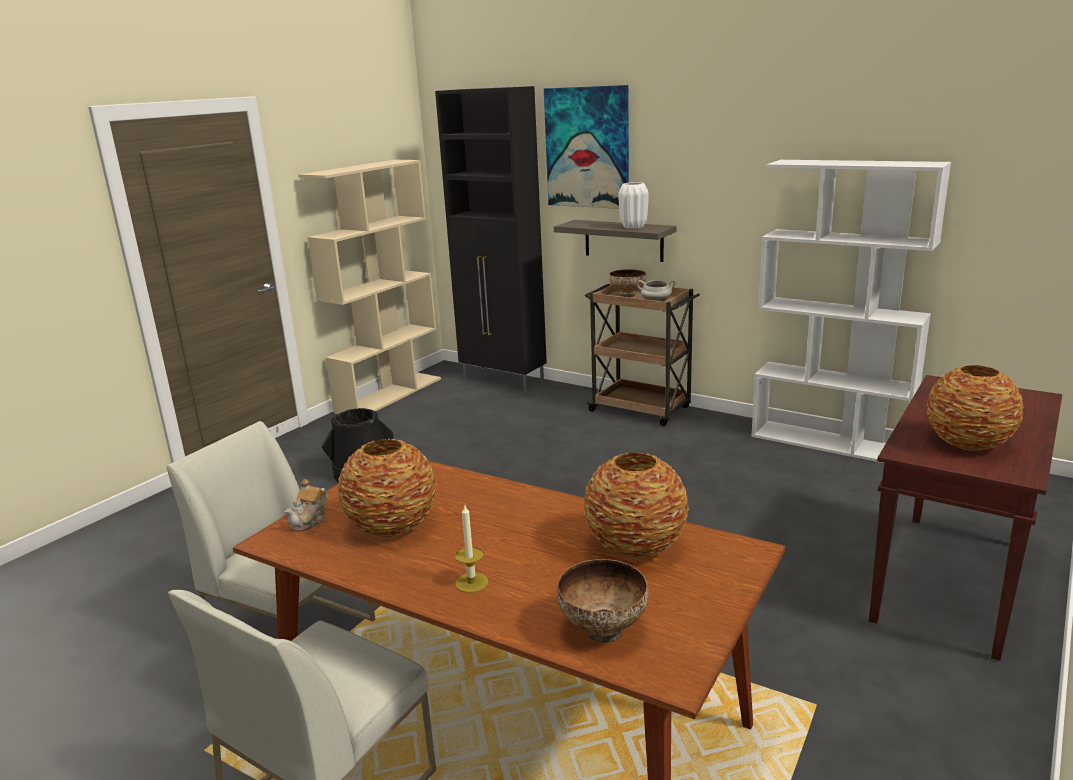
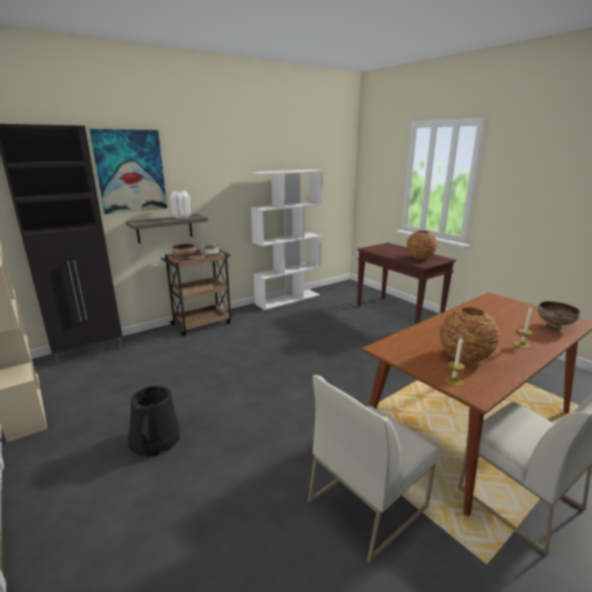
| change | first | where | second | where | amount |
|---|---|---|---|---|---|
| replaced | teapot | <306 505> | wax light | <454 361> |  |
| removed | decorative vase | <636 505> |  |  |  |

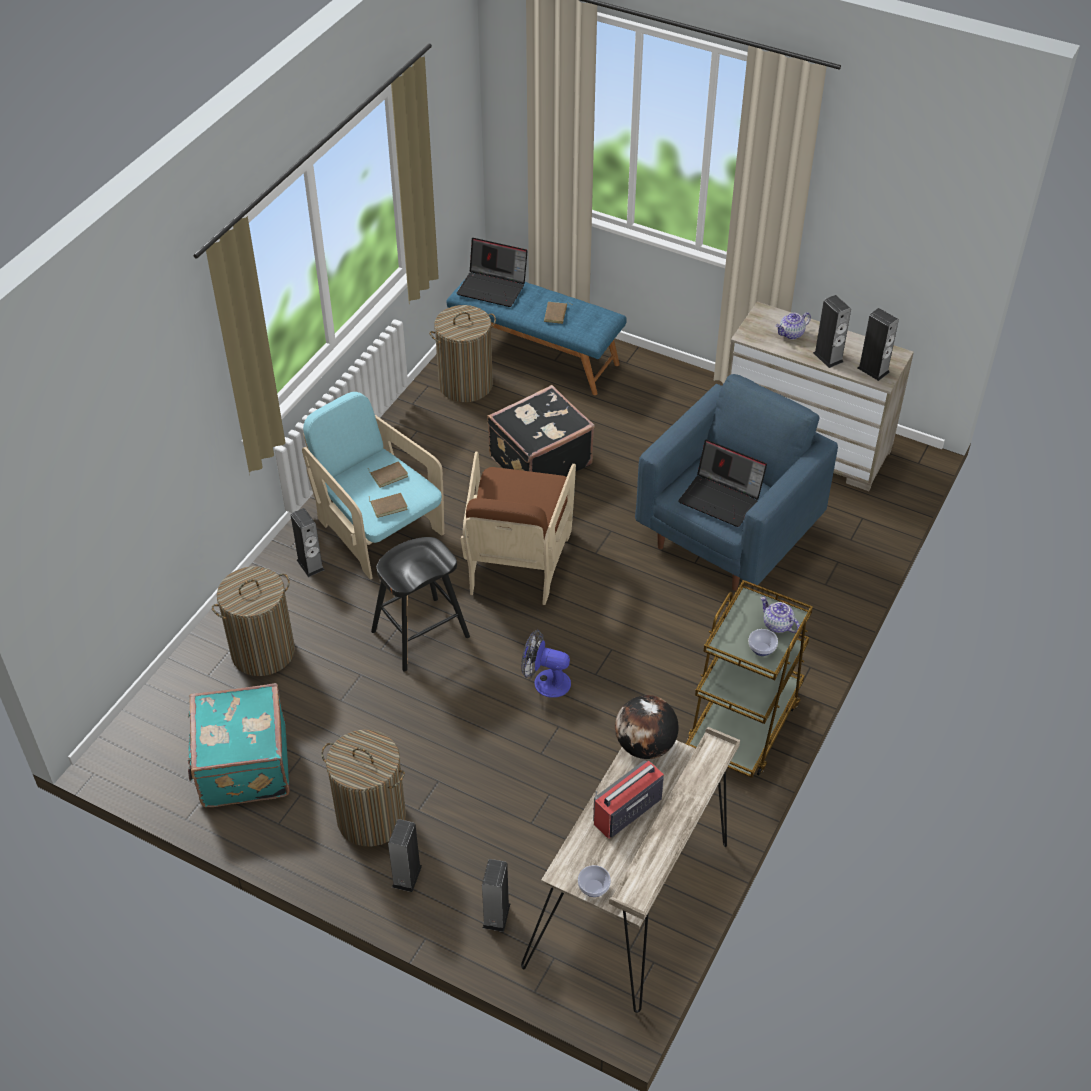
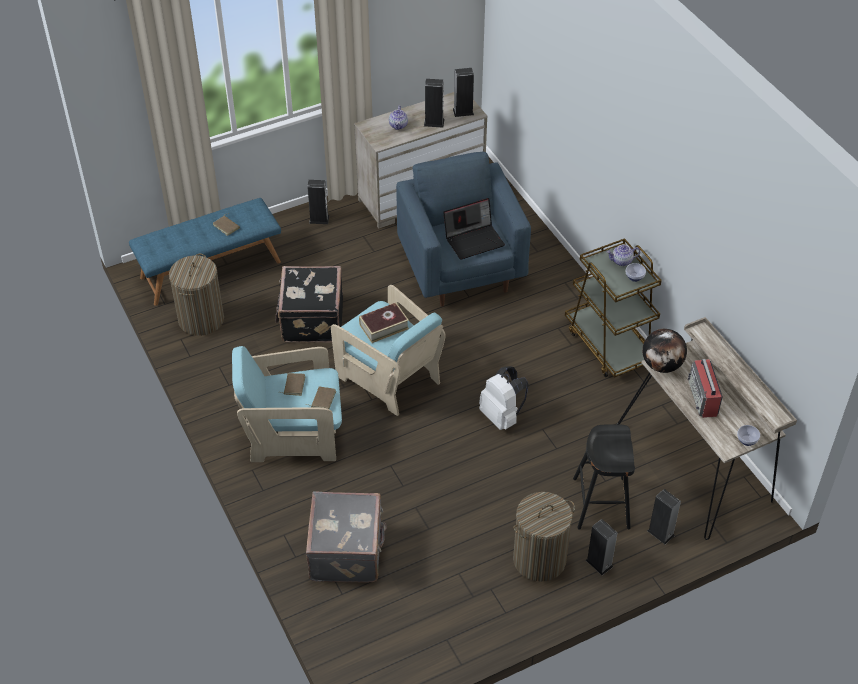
| change | first | where | second | where | amount |
|---|---|---|---|---|---|
| replaced | washing basket | <253 621> | greyish travel case | <346 536> |  |
| moved | loudspeaker | <307 542> |  | <318 202> |  |
| recoloured | brown easy chair | <518 528> | blue-green easy chair | <388 350> |  |
| added |  |  | book | <384 323> |  |
| replaced | fan | <546 664> | white rucksack | <504 398> |  |
| moved | black-coloured stool | <420 604> |  | <604 476> |  |
| removed | blue-green travel case | <238 745> |  |  |  |
| removed | notebook computer | <491 272> |  |  |  |

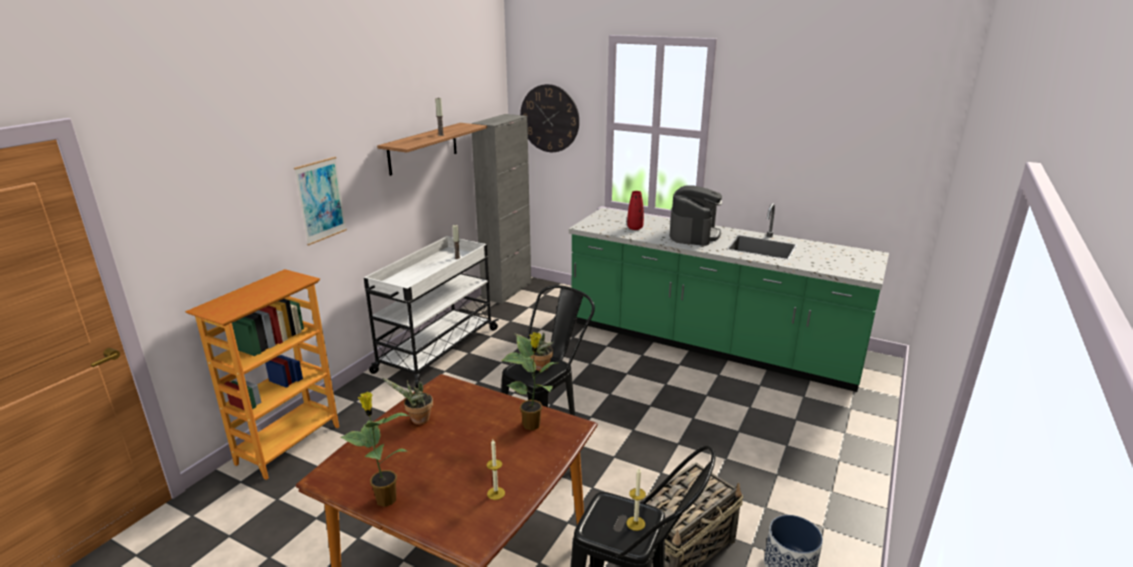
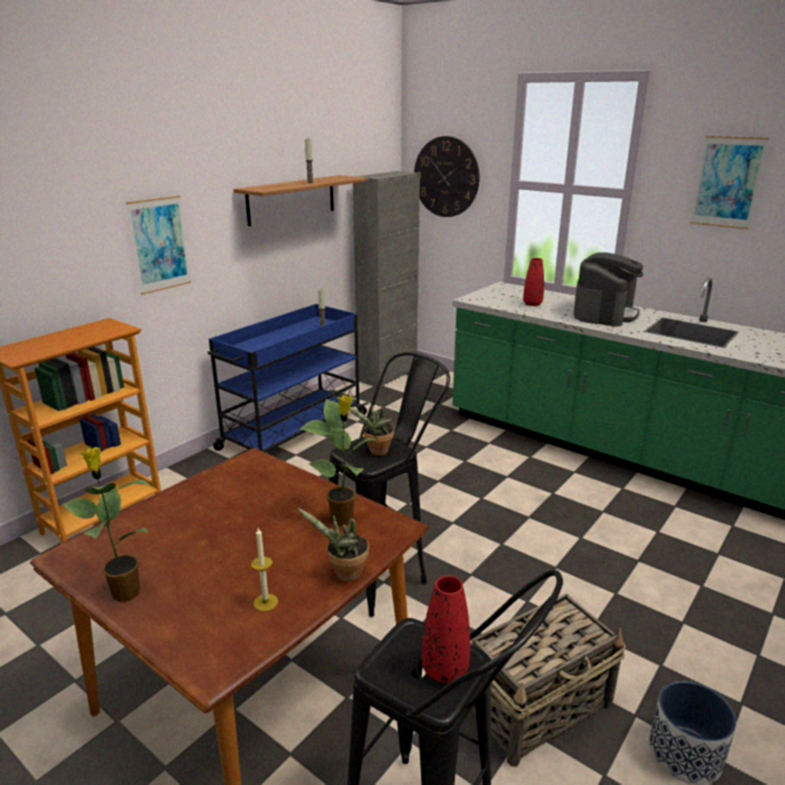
| change | first | where | second | where | amount |
|---|---|---|---|---|---|
| recoloured | white wheeled cart | <431 312> | blue-coloured wheeled cart | <288 378> |  |
| moved | houseplant | <407 401> |  | <333 545> |  |
| replaced | wax light | <636 500> | red-coloured decorative vase | <446 629> |  |
| added |  |  | wall picture | <729 182> |  |

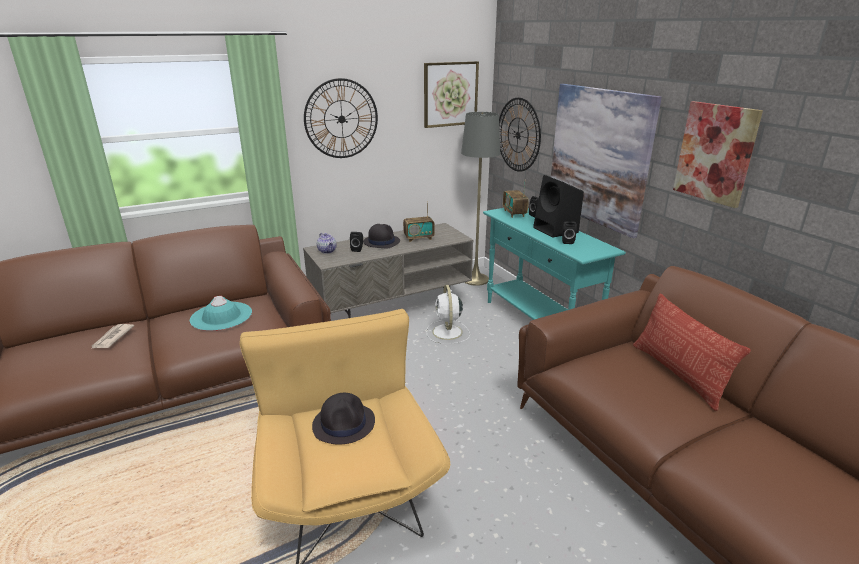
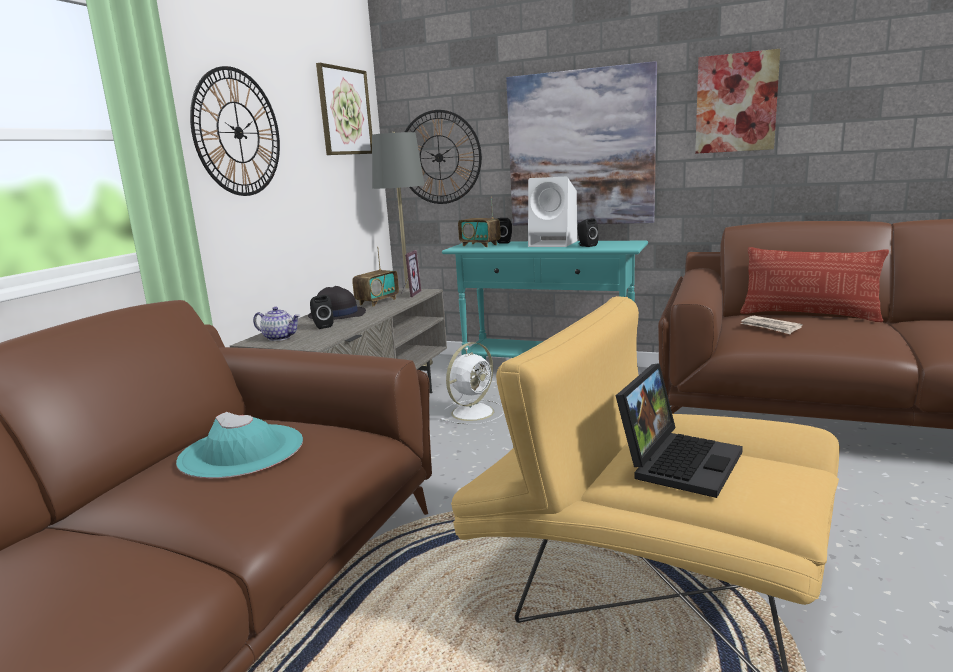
| change | first | where | second | where | amount |
|---|---|---|---|---|---|
| added |  |  | picture frame | <411 273> |  |
| turned | white fan | <448 314> |  | <472 383> | 90 degrees counterclockwise |
| recoloured | black-coloured loudspeaker | <558 206> | white loudspeaker | <552 212> |  |
| replaced | black-coloured hat | <343 419> | notebook computer | <679 430> |  |
| moved | newspaper | <112 336> |  | <772 325> |  |

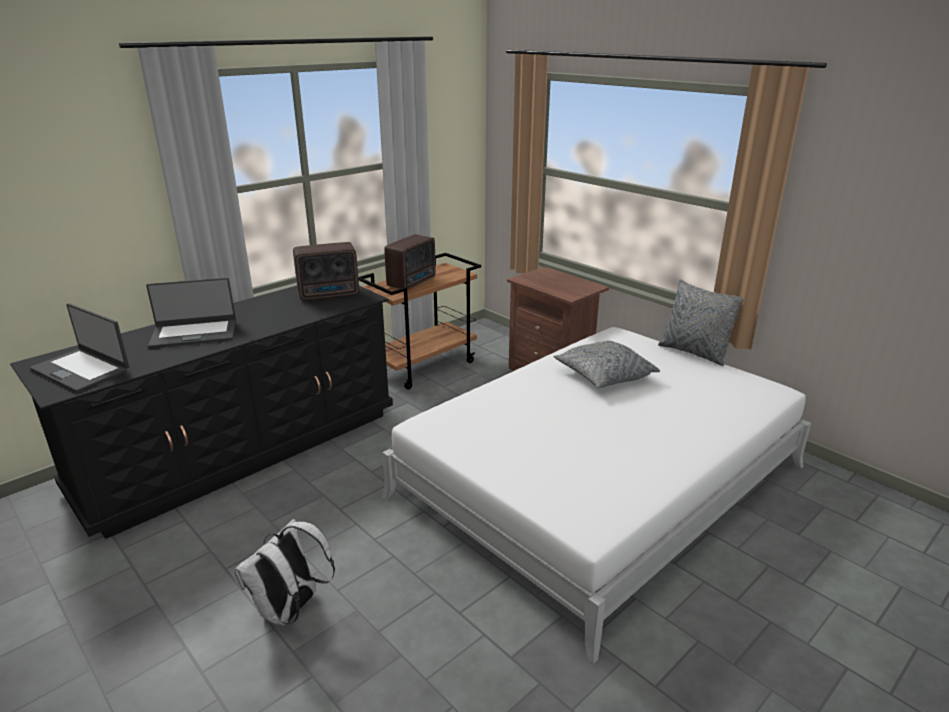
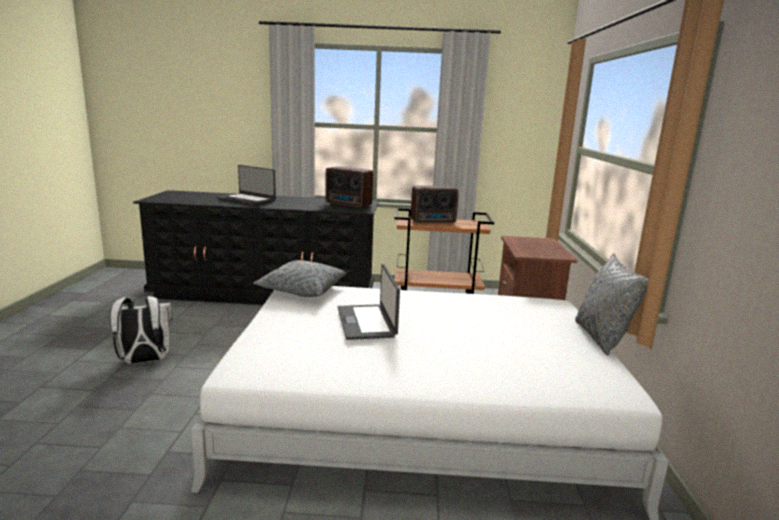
| change | first | where | second | where | amount |
|---|---|---|---|---|---|
| moved | greyish pillow | <606 364> |  | <299 278> |  |
| moved | notebook computer | <79 348> |  | <369 302> |  |

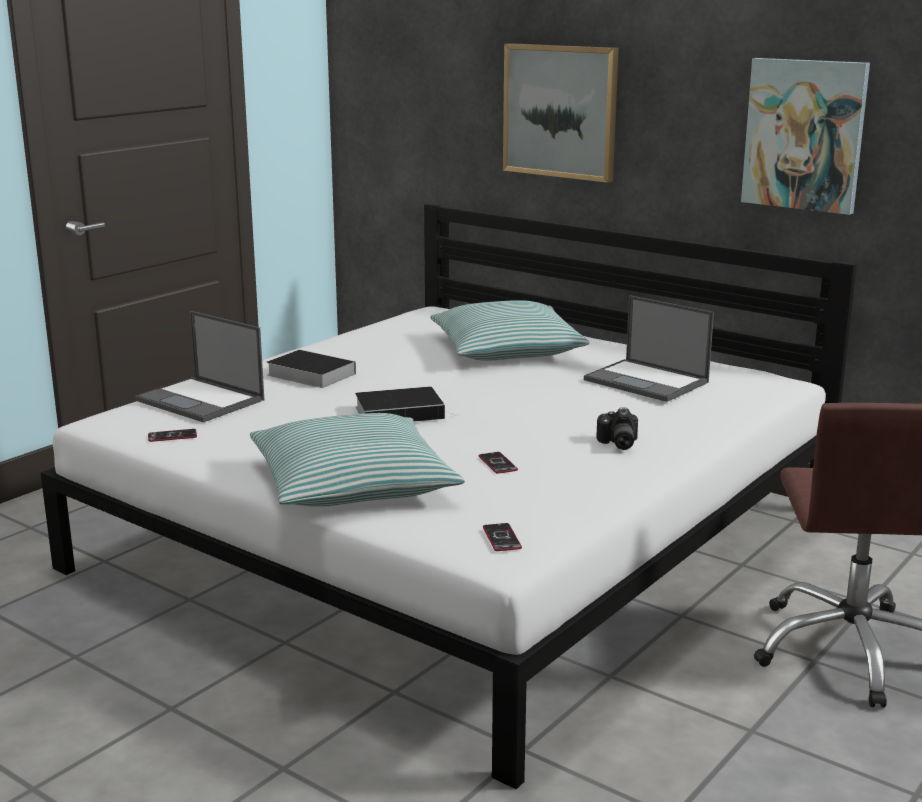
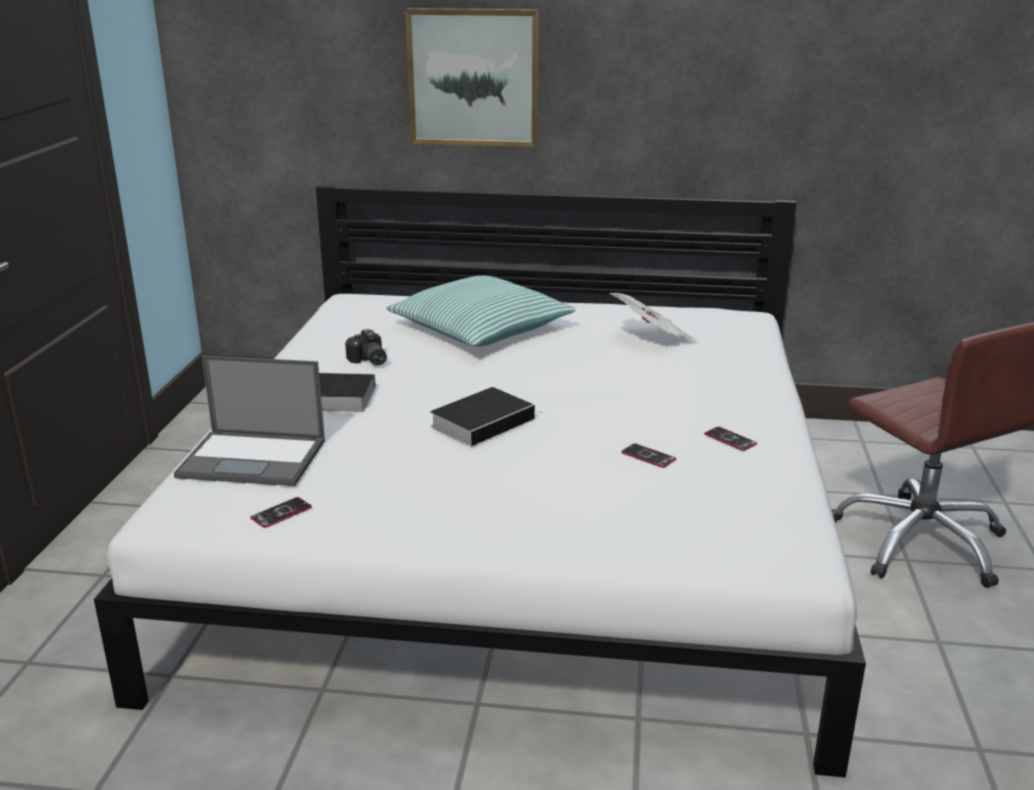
| change | first | where | second | where | amount |
|---|---|---|---|---|---|
| moved | photo camera | <617 428> |  | <366 347> |  |
| replaced | notebook computer | <649 348> | newspaper | <653 316> |  |
| moved | handset | <502 537> |  | <730 439> |  |
| removed | pillow | <357 460> |  |  |  |
| removed | wall picture | <805 136> |  |  |  |

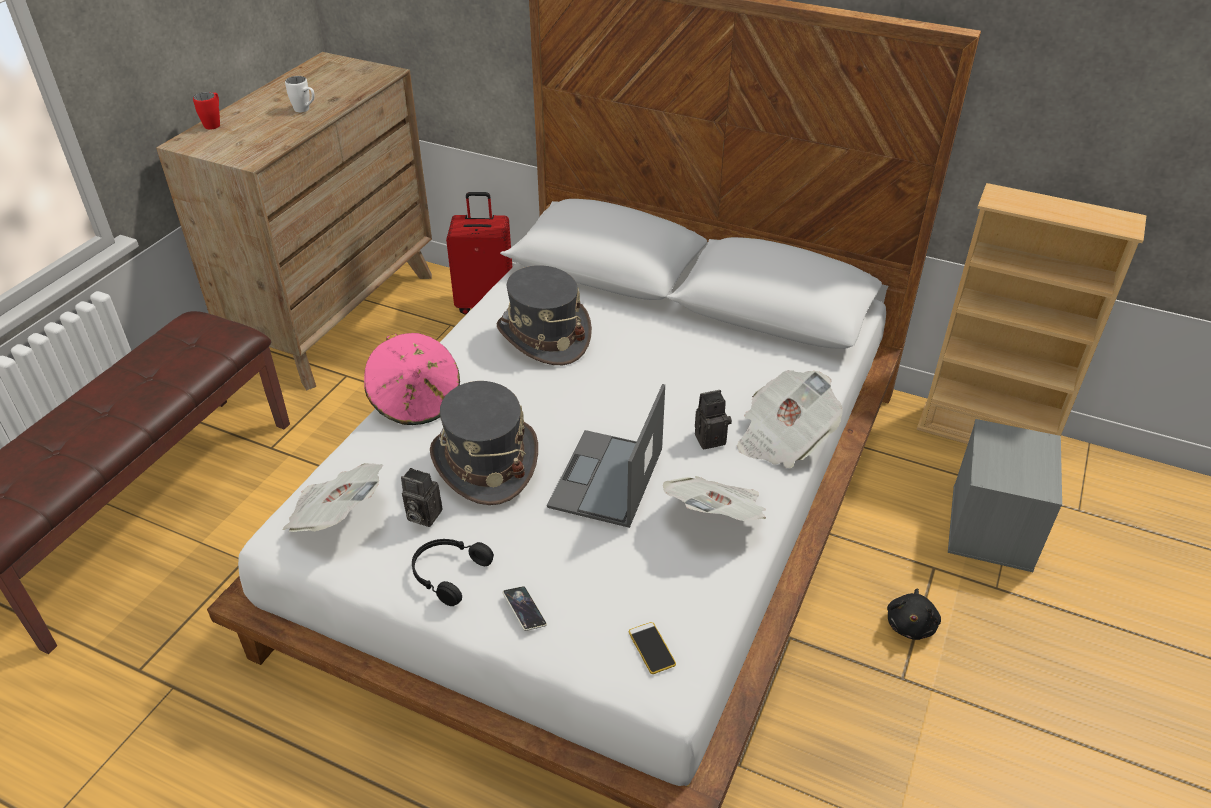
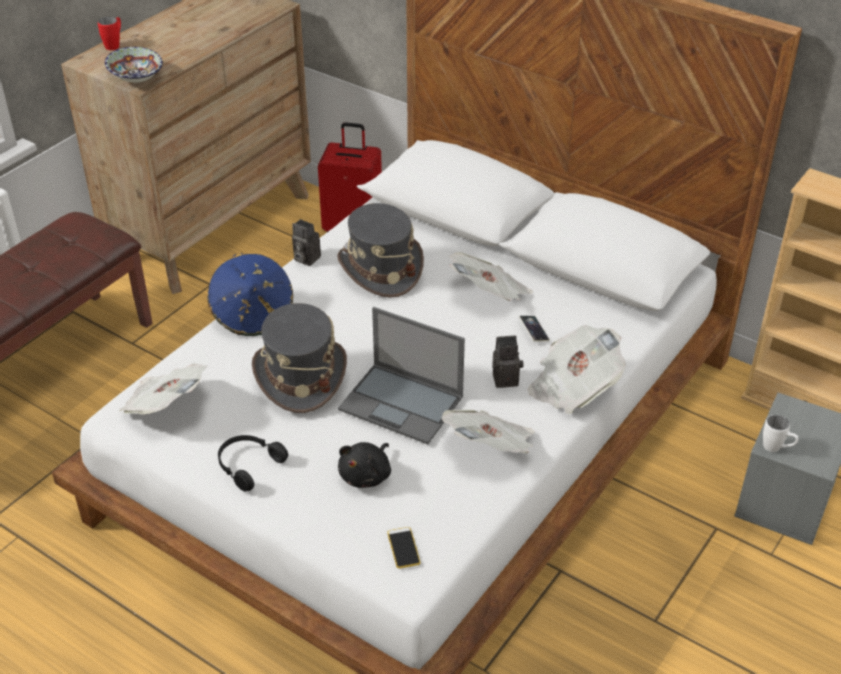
| change | first | where | second | where | amount |
|---|---|---|---|---|---|
| added |  |  | bowl | <134 65> |  |
| recoloured | pink hat | <412 379> | blue-coloured hat | <250 294> |  |
| moved | photo camera | <421 497> |  | <306 242> |  |
| turned | notebook computer | <606 456> |  | <401 375> | 90 degrees counterclockwise |
| moved | black-coloured plush toy | <914 614> |  | <364 465> |  |
| added |  |  | newspaper | <491 276> |  |
| moved | handset | <525 608> |  | <534 329> |  |
| moved | white mug | <300 94> |  | <781 433> |  |

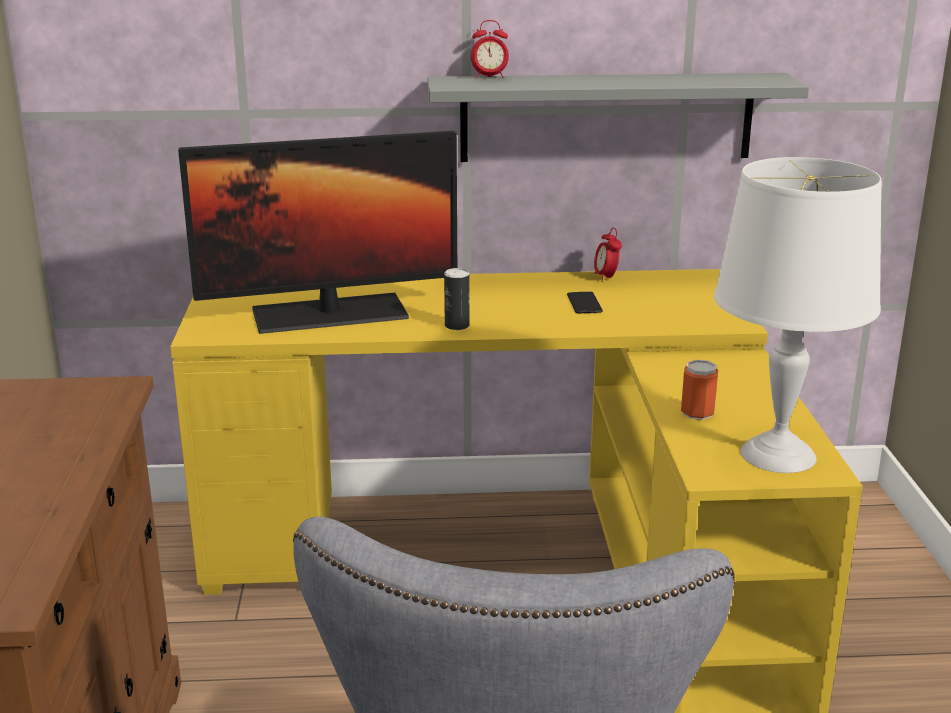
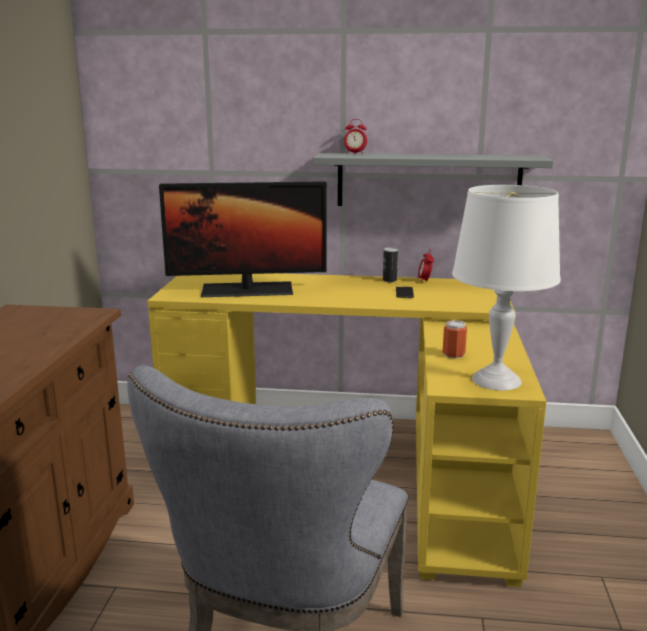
| change | first | where | second | where | amount |
|---|---|---|---|---|---|
| moved | can | <457 299> |  | <390 264> |  |

